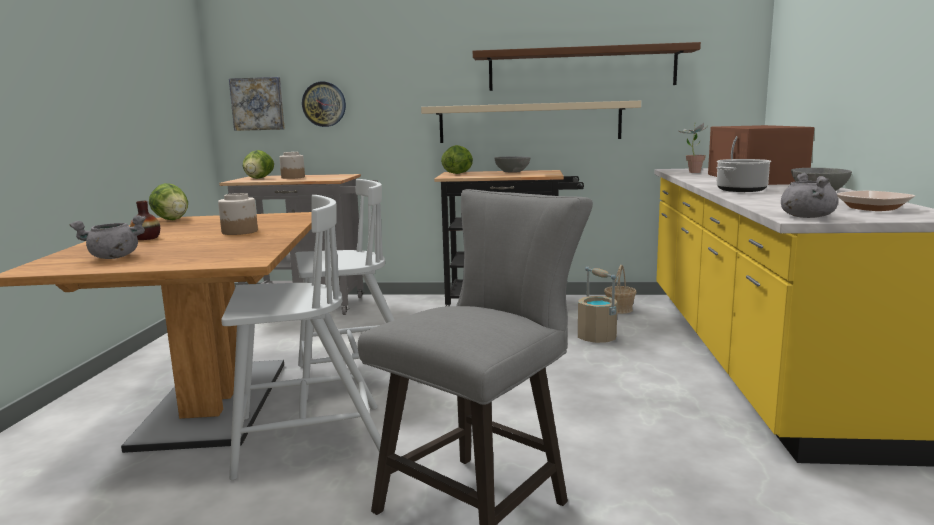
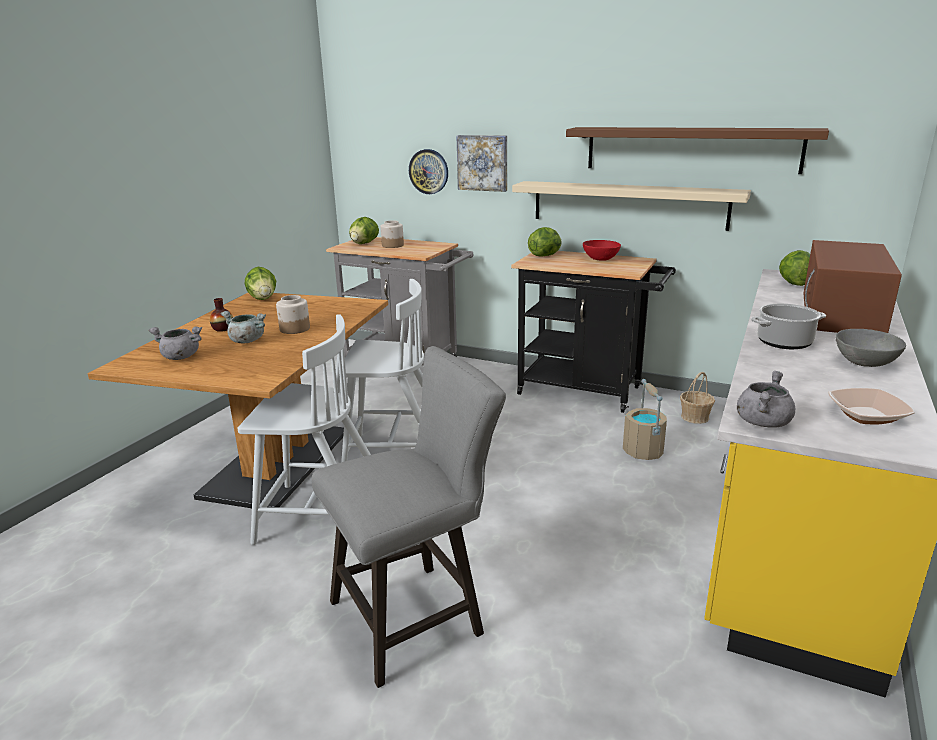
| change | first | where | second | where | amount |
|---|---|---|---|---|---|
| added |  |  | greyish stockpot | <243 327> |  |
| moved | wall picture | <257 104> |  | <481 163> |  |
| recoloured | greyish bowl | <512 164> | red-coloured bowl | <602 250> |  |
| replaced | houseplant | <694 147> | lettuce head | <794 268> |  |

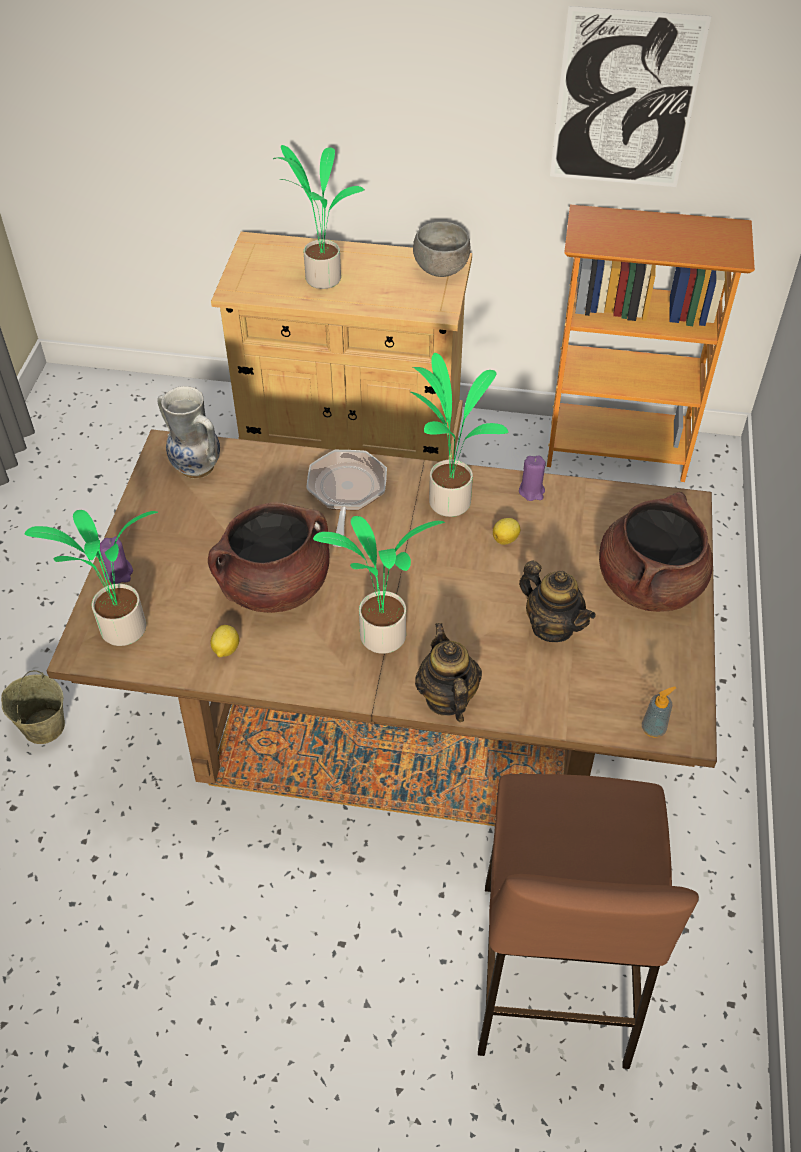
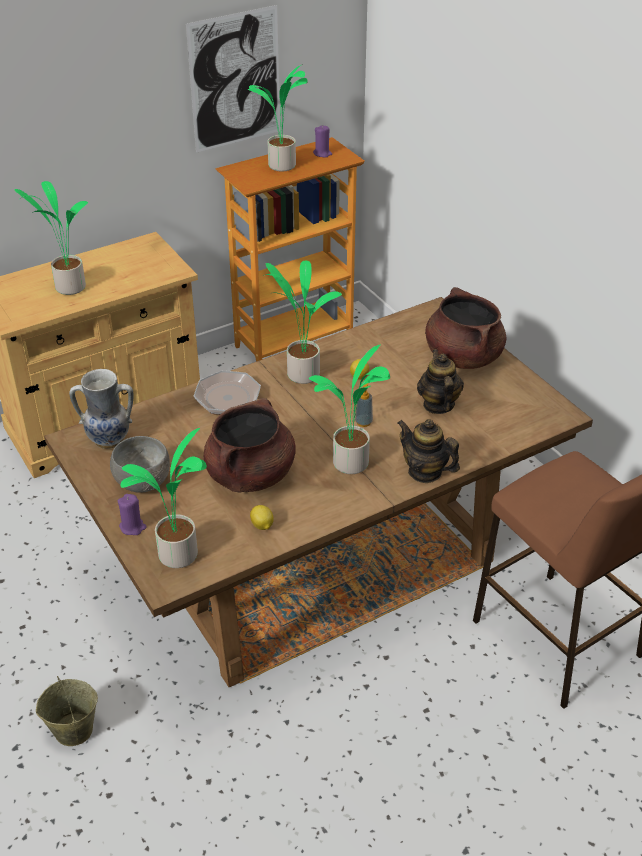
| change | first | where | second | where | amount |
|---|---|---|---|---|---|
| moved | greyish bowl | <441 249> |  | <140 464> |  |
| added |  |  | houseplant | <278 118> |  |
| moved | purple-coloured wax light | <532 478> |  | <322 141> |  |
| moved | soap dispenser | <659 712> |  | <364 405> |  |
| turned | teapot | <557 601> |  | <440 381> | 105 degrees counterclockwise |

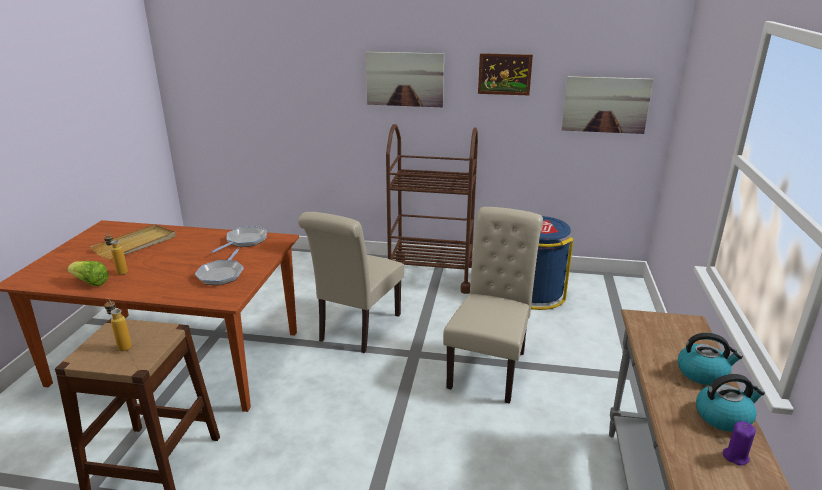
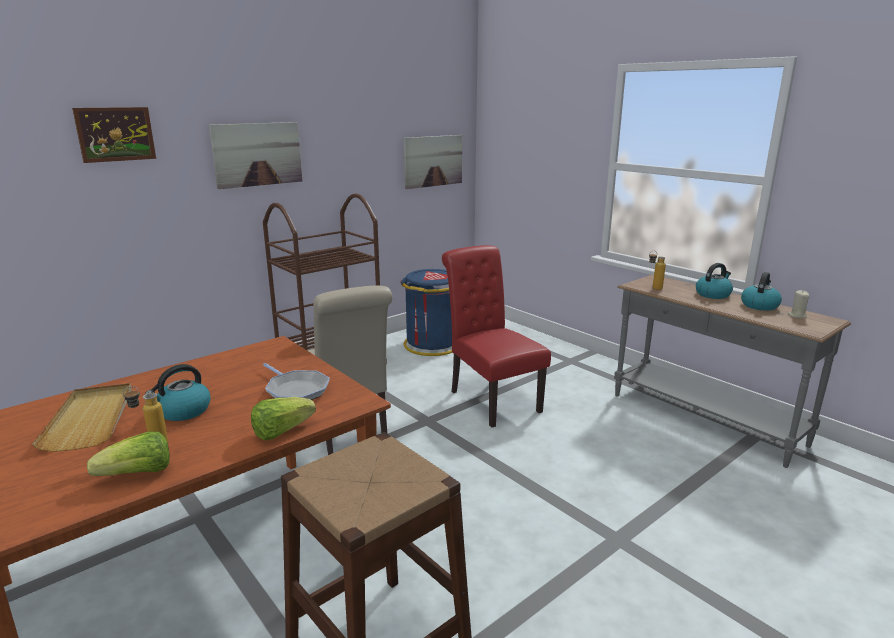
| change | first | where | second | where | amount |
|---|---|---|---|---|---|
| moved | wall picture | <505 74> |  | <114 135> |  |
| added |  |  | tea kettle | <178 392> |  |
| added |  |  | lettuce head | <283 418> |  |
| recoloured | beige upright chair | <493 305> | red-coloured upright chair | <496 336> |  |
| moved | drink bottle | <118 324> |  | <657 270> |  |
| recoloured | purple-coloured wax light | <739 443> | beige wax light | <799 304> |  |
| removed | pan | <239 239> |  |  |  |

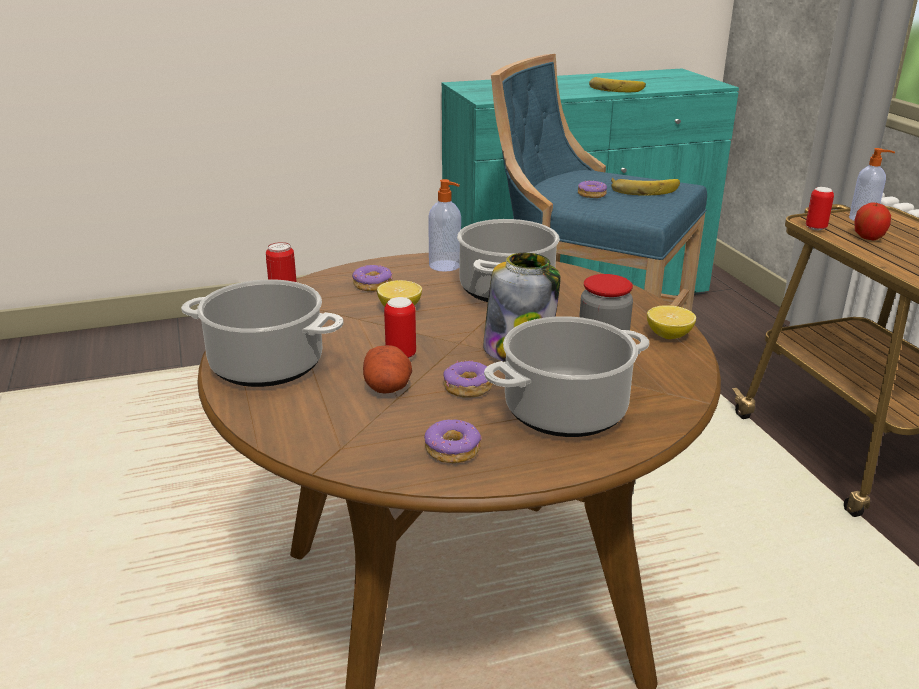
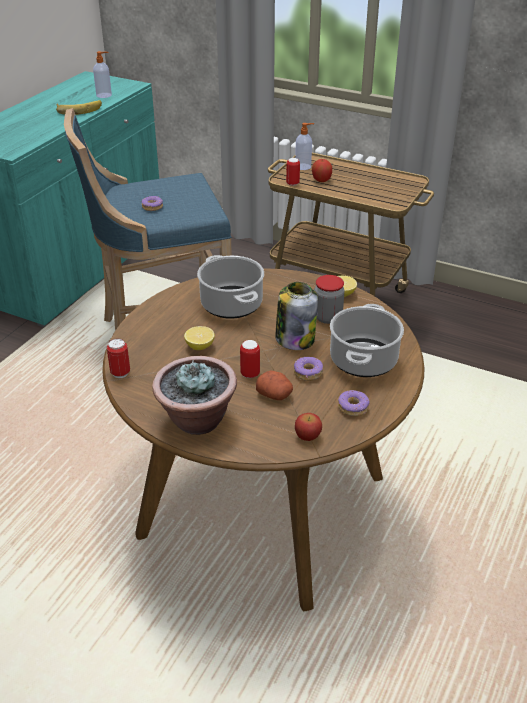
| change | first | where | second | where | amount |
|---|---|---|---|---|---|
| moved | soap dispenser | <444 225> |  | <102 74> |  |
| replaced | stockpot | <262 333> | houseplant | <194 395> |  |
| added |  |  | apple fruit | <308 427> |  |
| removed | donut | <372 278> |  |  |  |
| removed | banana | <645 187> |  |  |  |

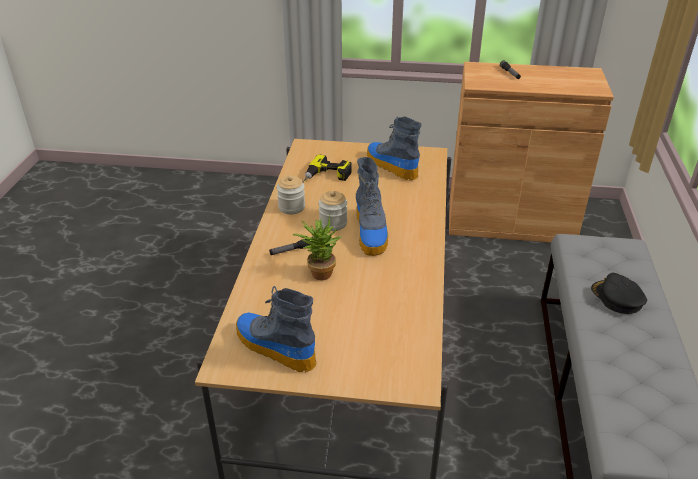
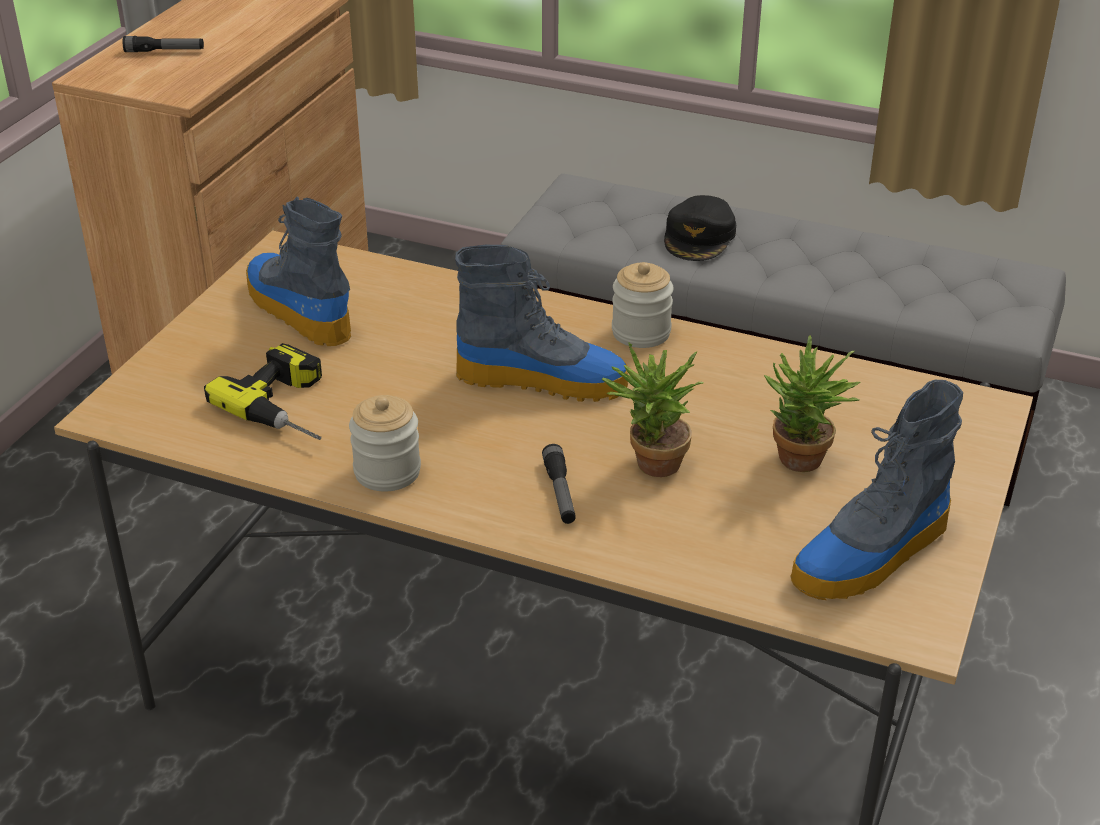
| change | first | where | second | where | amount |
|---|---|---|---|---|---|
| turned | high-top boot | <394 148> |  | <298 271> | 75 degrees clockwise |
| moved | storage jar | <333 211> |  | <643 305> |  |
| turned | black-coloured peaked cap | <619 293> |  | <700 228> | 60 degrees counterclockwise |
| added |  |  | houseplant | <812 403> |  |

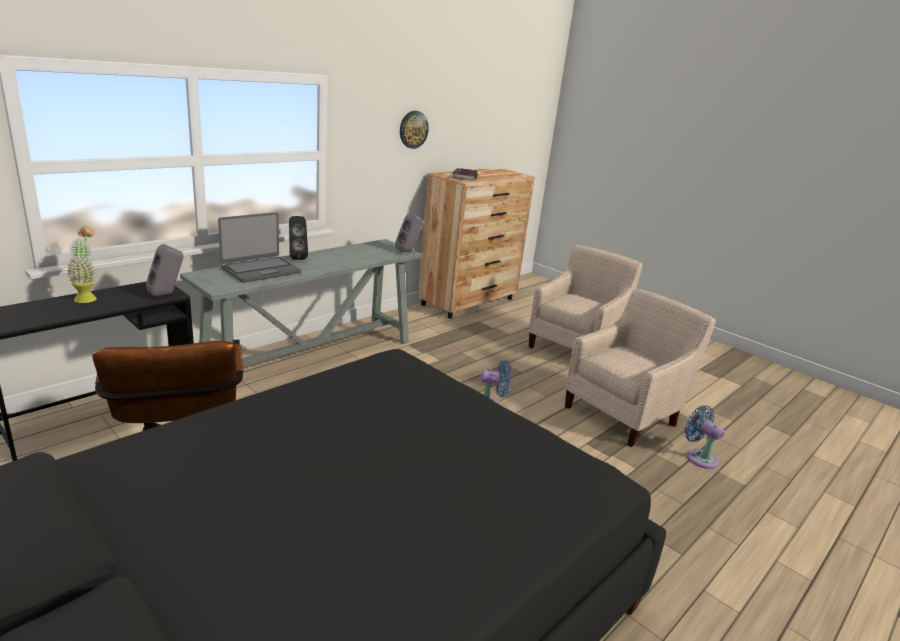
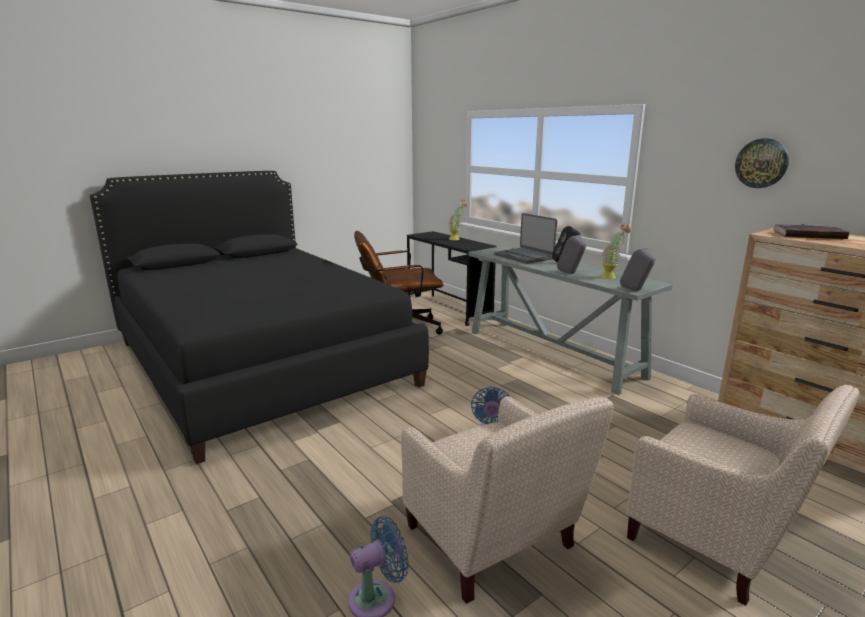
| change | first | where | second | where | amount |
|---|---|---|---|---|---|
| moved | greyish loudspeaker | <164 270> |  | <572 254> |  |
| added |  |  | houseplant | <616 251> |  |

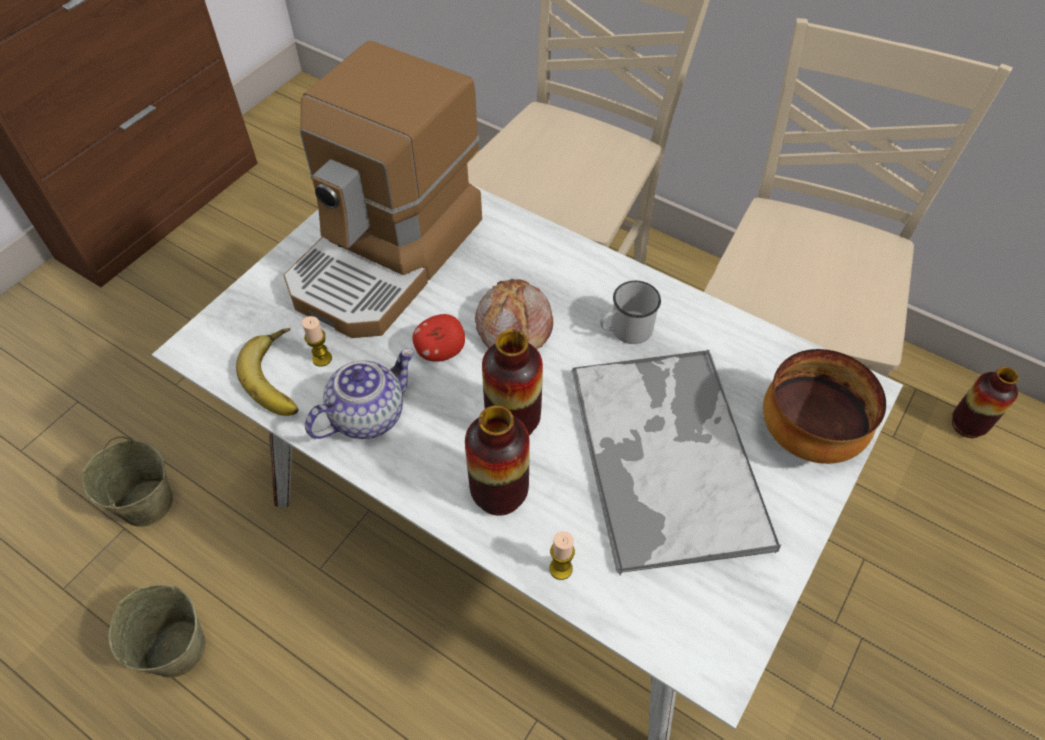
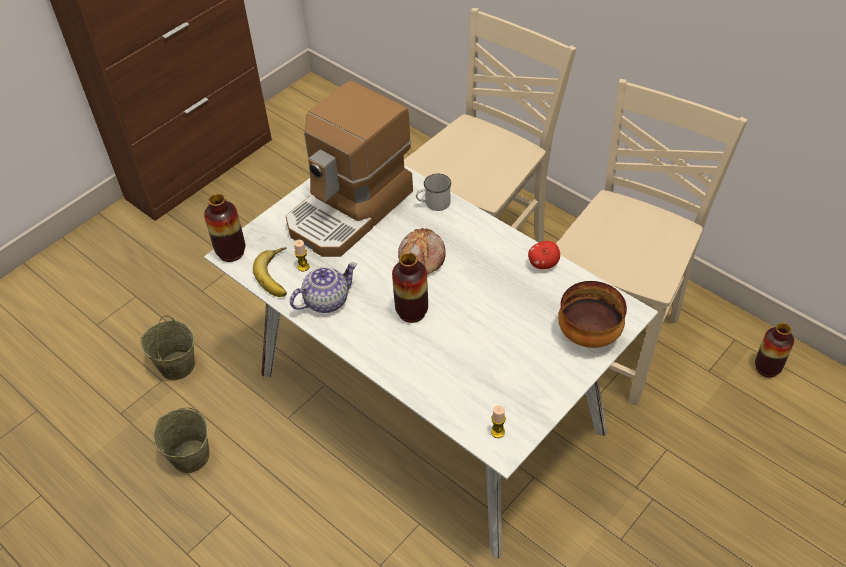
| change | first | where | second | where | amount |
|---|---|---|---|---|---|
| moved | decorative vase | <497 460> |  | <224 227> |  |
| moved | white mug | <630 312> |  | <433 192> |  |
| moved | wax light | <562 556> |  | <498 421> |  |
| moved | apple fruit | <438 338> |  | <544 255> |  |
| removed | serving tray | <676 462> |  |  |  |

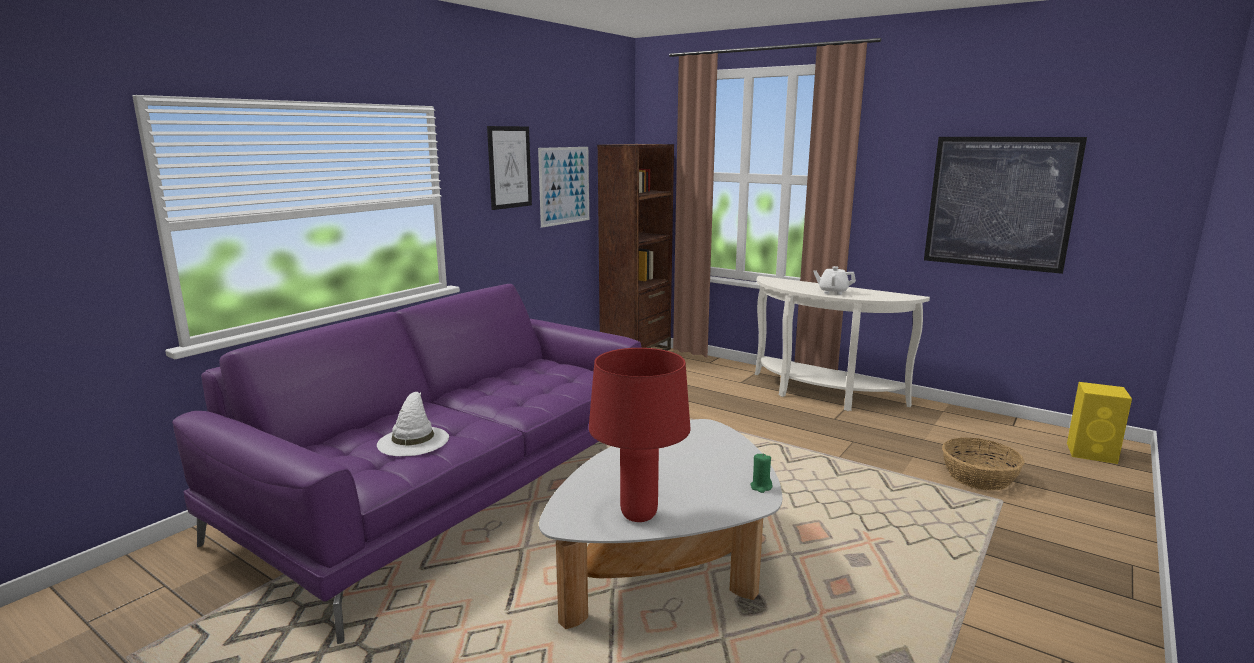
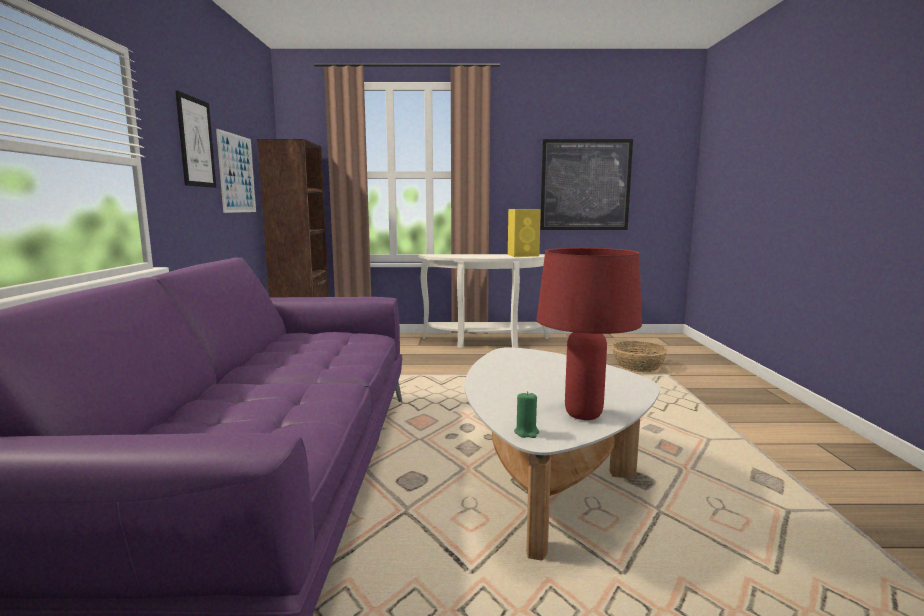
| change | first | where | second | where | amount |
|---|---|---|---|---|---|
| moved | yellow-coloured loudspeaker | <1099 423> |  | <524 233> |  |
| moved | greenish wax light | <762 473> |  | <526 414> |  |
| removed | white hat | <413 424> |  |  |  |
| removed | white teapot | <834 280> |  |  |  |

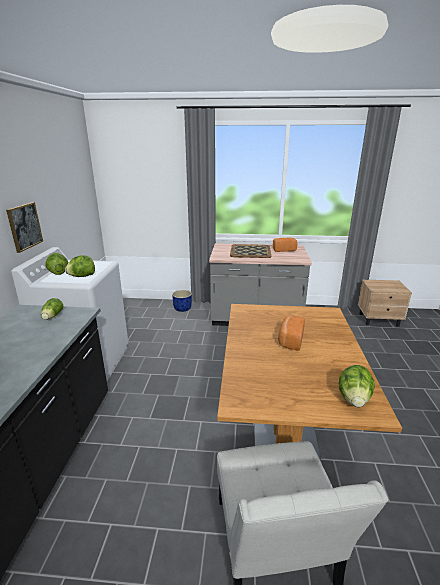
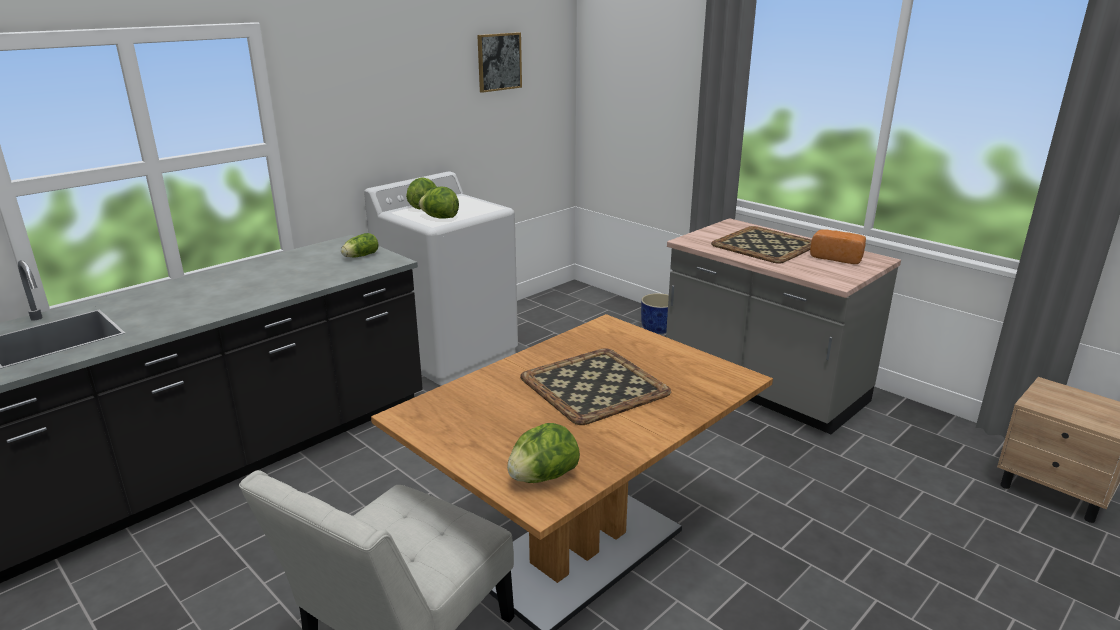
| change | first | where | second | where | amount |
|---|---|---|---|---|---|
| moved | wall picture | <24 227> |  | <499 62> |  |
| replaced | bread | <291 333> | serving tray | <595 386> |  |

